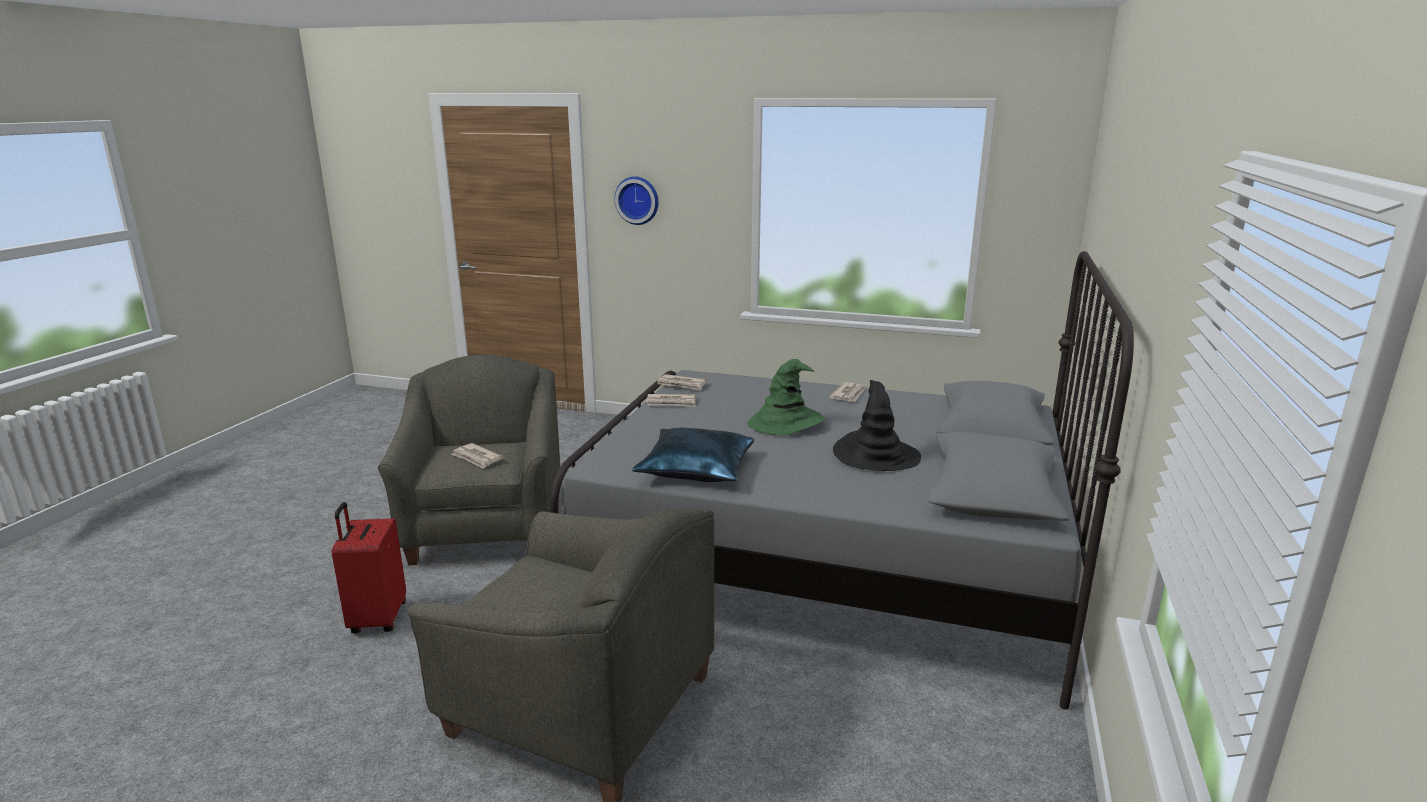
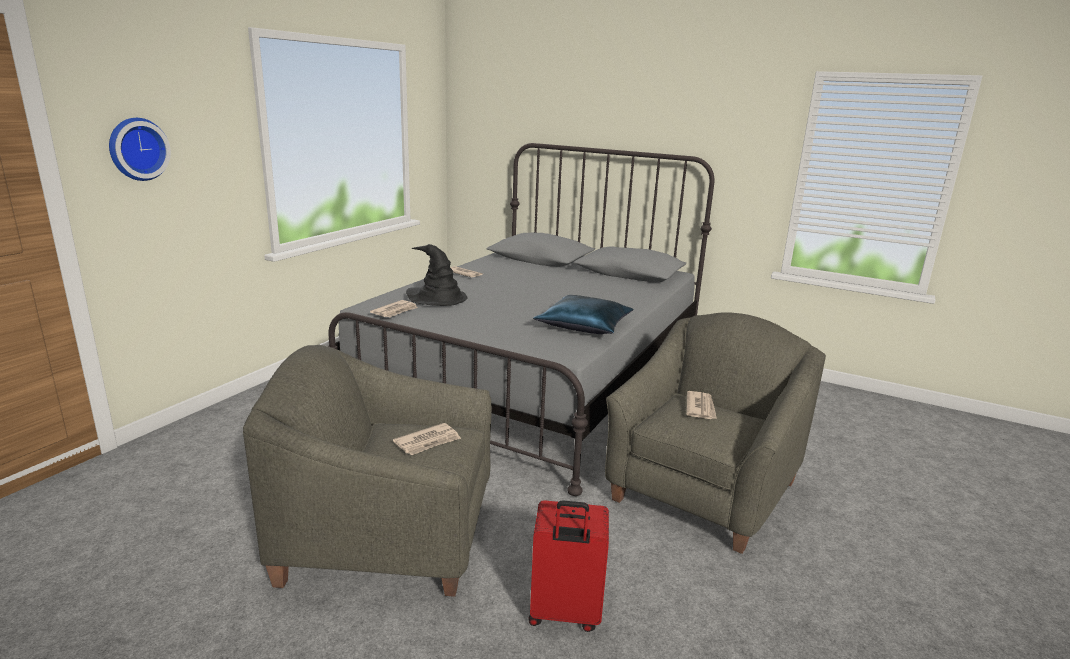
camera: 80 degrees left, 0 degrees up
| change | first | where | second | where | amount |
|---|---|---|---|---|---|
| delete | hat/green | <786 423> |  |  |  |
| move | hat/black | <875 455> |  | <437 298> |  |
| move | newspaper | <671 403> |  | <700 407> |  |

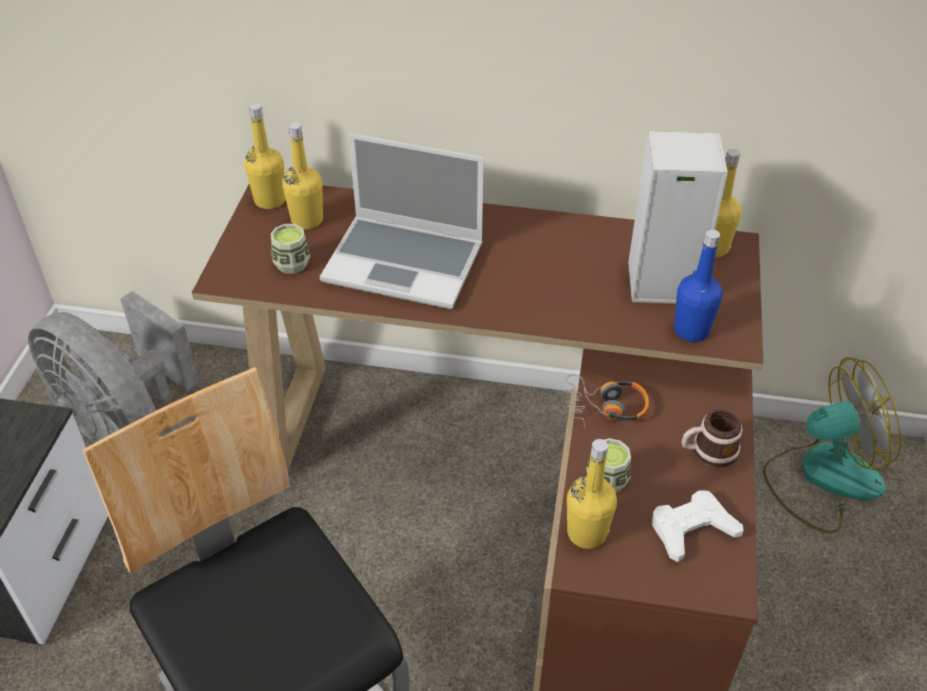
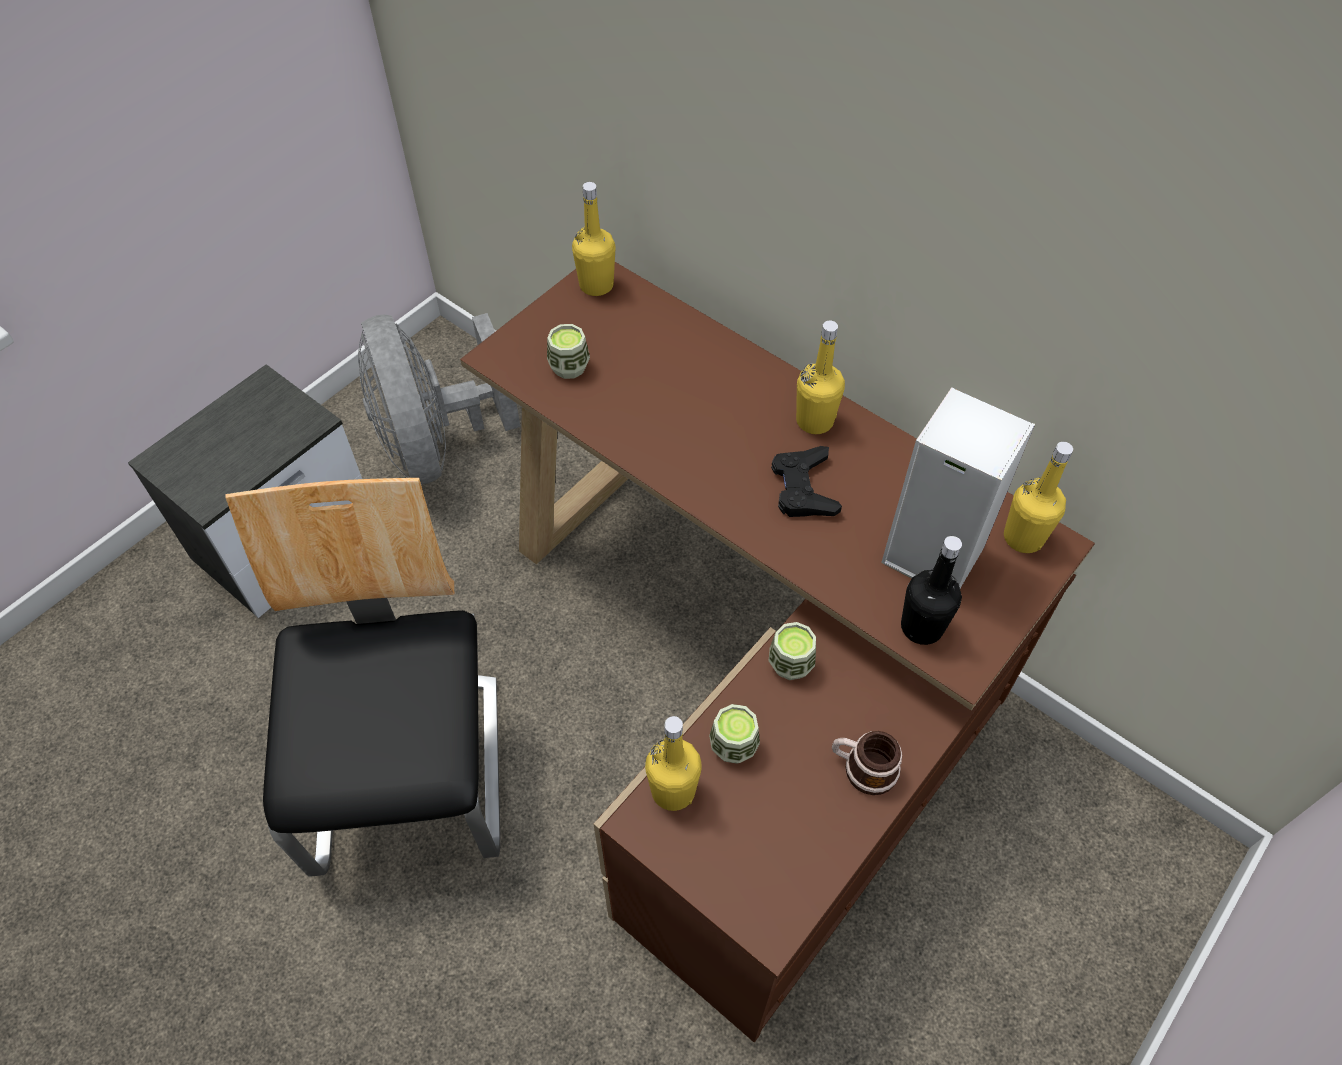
camera: 30 degrees right, 10 degrees up
| change | first | where | second | where | amount |
|---|---|---|---|---|---|
| move | bottle/yellow | <307 220> |  | <814 421> |  |
| delete | laptop | <406 263> |  |  |  |
| recolor | bottle/blue | <691 330> | bottle/black | <921 627> |  |
| delete | fan | <822 477> |  |  |  |
| replace | headphones | <605 407> | cup | <790 663> |  |
| delete | game controller/white | <692 529> |  |  |  |
| insert |  |  | game controller/black | <803 488> |  |

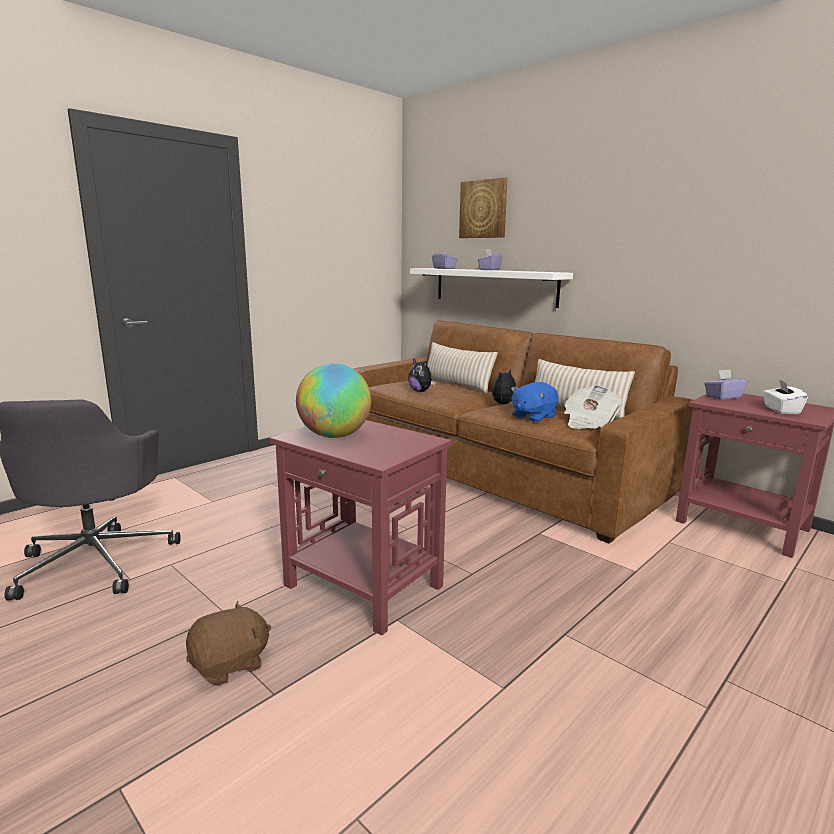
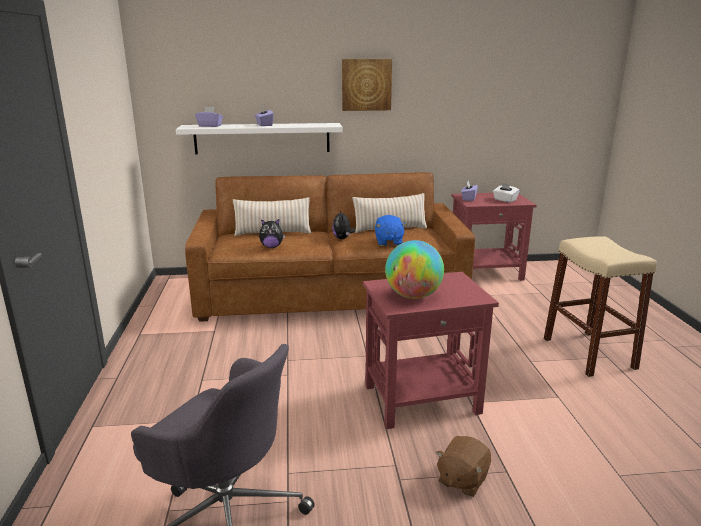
camera: 50 degrees left, 5 degrees up
| change | first | where | second | where | amount |
|---|---|---|---|---|---|
| move | picture | <483 209> |  | <366 84> |  |
| delete | newspaper | <589 423> |  |  |  |
| rotate | plush toy/brown | <230 664> |  | <462 480> | 150 degrees counterclockwise |
| insert |  |  | stool/beige | <588 353> |  |

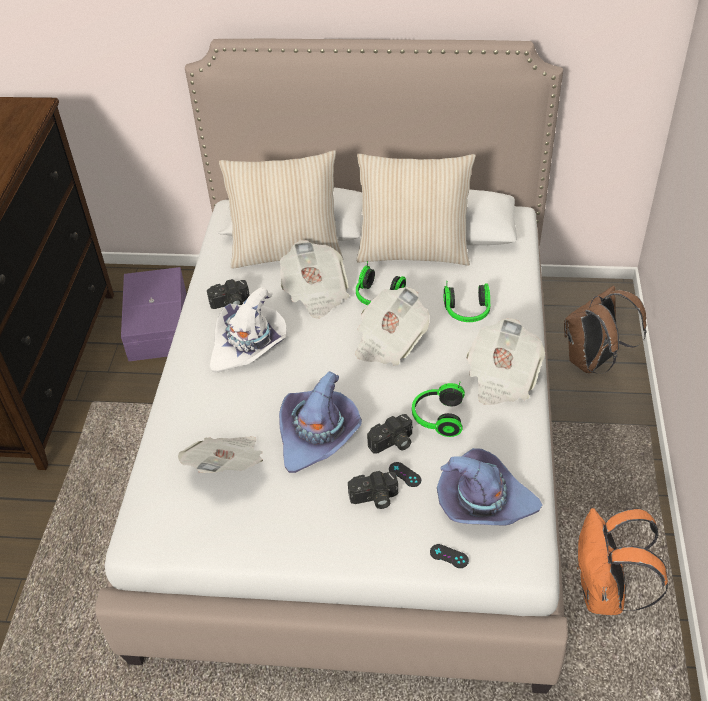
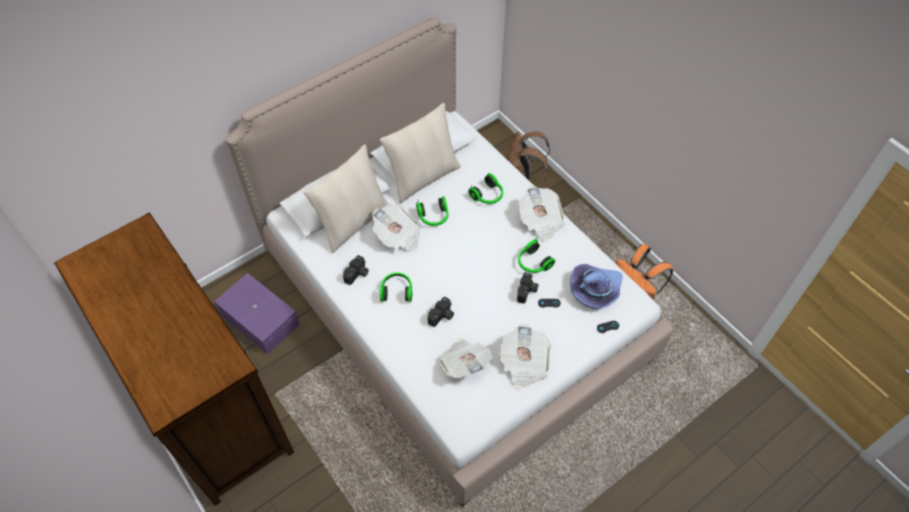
camera: 45 degrees left, 10 degrees up
| change | first | where | second | where | amount |
|---|---|---|---|---|---|
| replace | hat/white | <249 345> | headphones | <397 291> |  |
| move | newspaper | <389 342> |  | <524 364> |  |
| delete | hat/purple | <319 435> |  |  |  |
| move | photo camera | <374 499> |  | <442 316> |  |

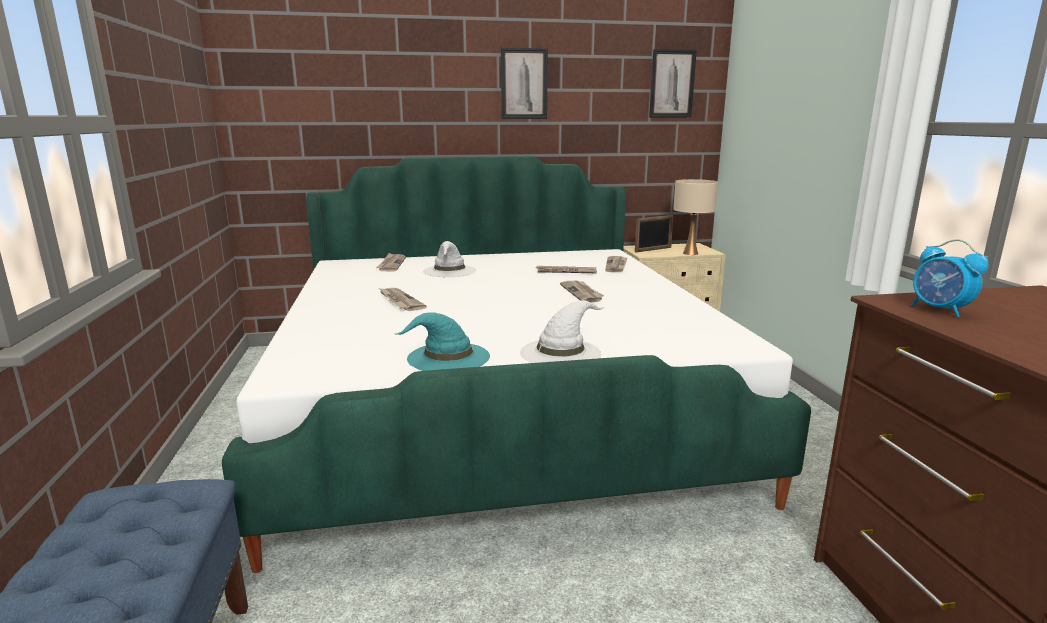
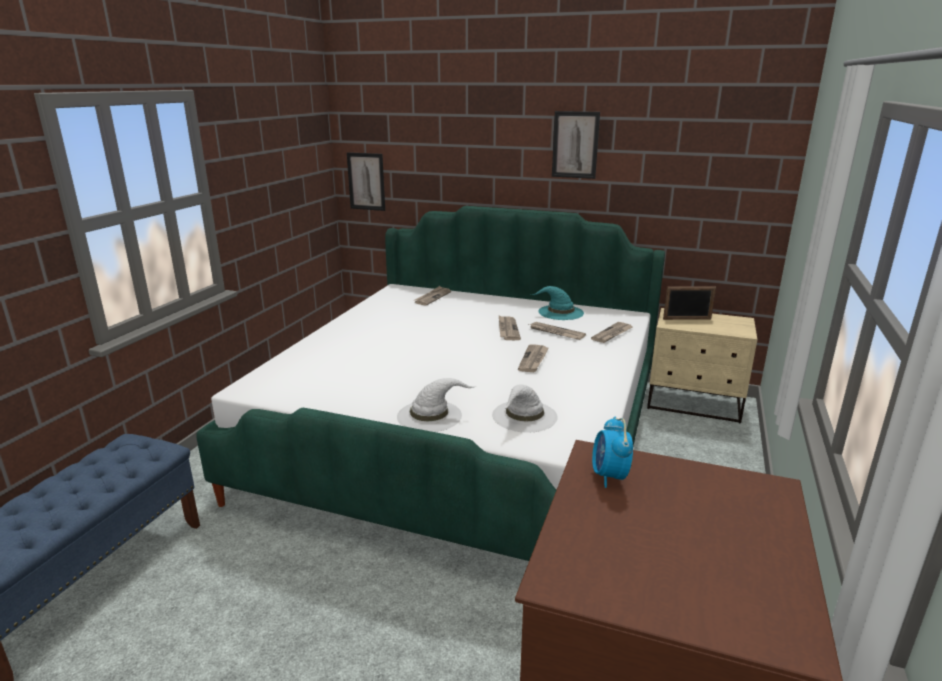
camera: 30 degrees right, 5 degrees up
| change | first | where | second | where | amount |
|---|---|---|---|---|---|
| move | picture | <672 84> |  | <366 181> |  |
| delete | table lamp/beige | <690 253> |  |  |  |
| move | hat/white | <449 271> |  | <524 416> |  |
| move | newspaper | <400 301> |  | <507 329> |  |
| move | hat/turquoise | <447 357> |  | <560 312> |  |

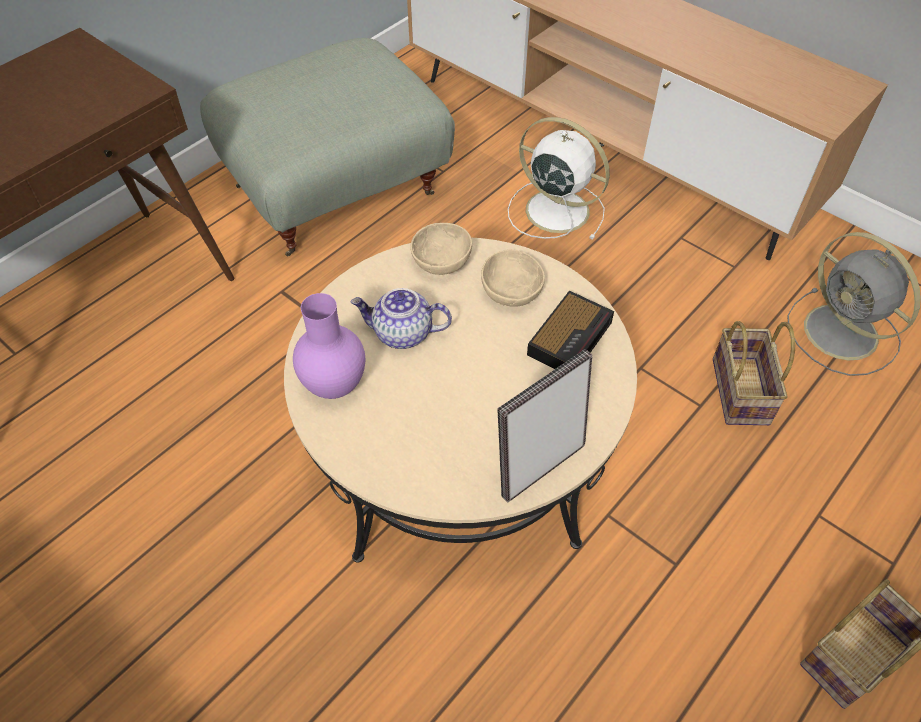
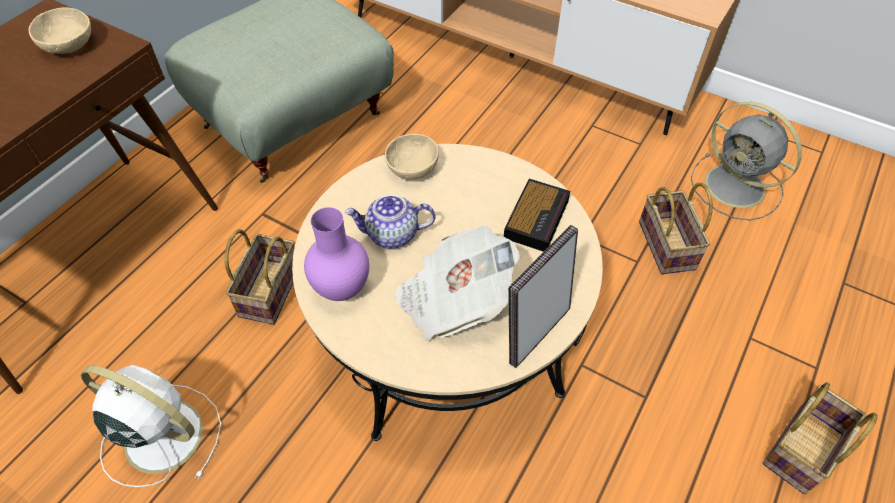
camera: 10 degrees left, 0 degrees up
| change | first | where | second | where | amount |
|---|---|---|---|---|---|
| move | fan/white | <554 210> |  | <160 434> |  |
| move | bowl/beige | <512 292> |  | <70 45> |  |
| insert |  |  | newspaper | <454 299> |  |
| insert |  |  | basket | <269 290> |  |

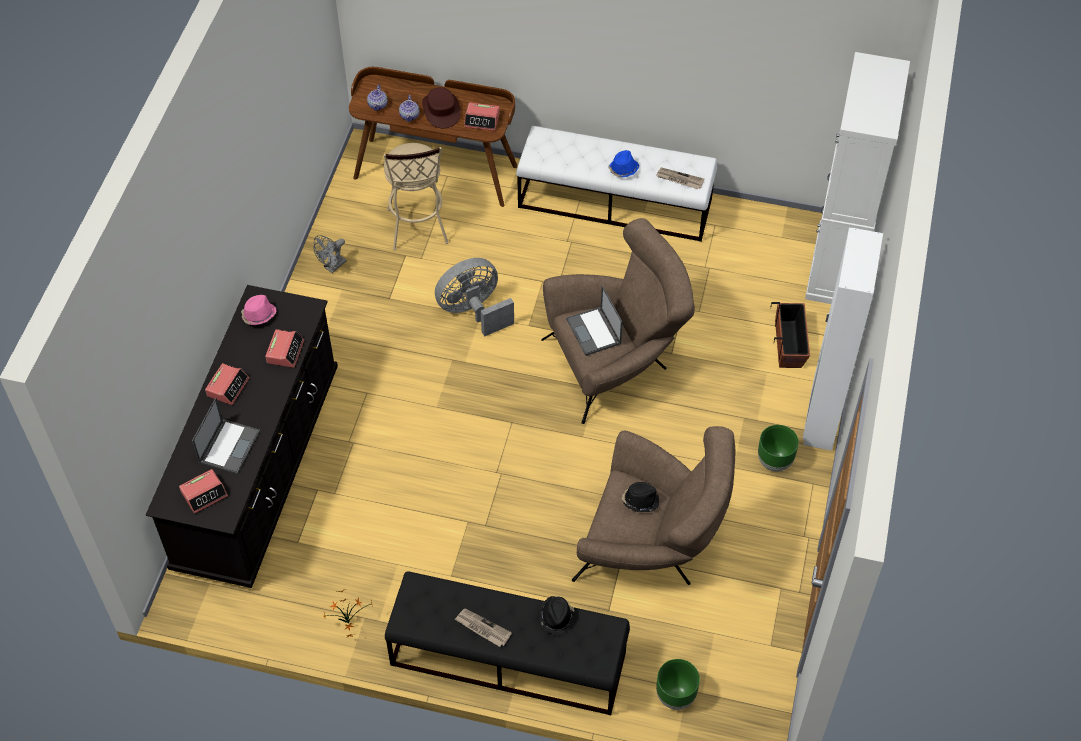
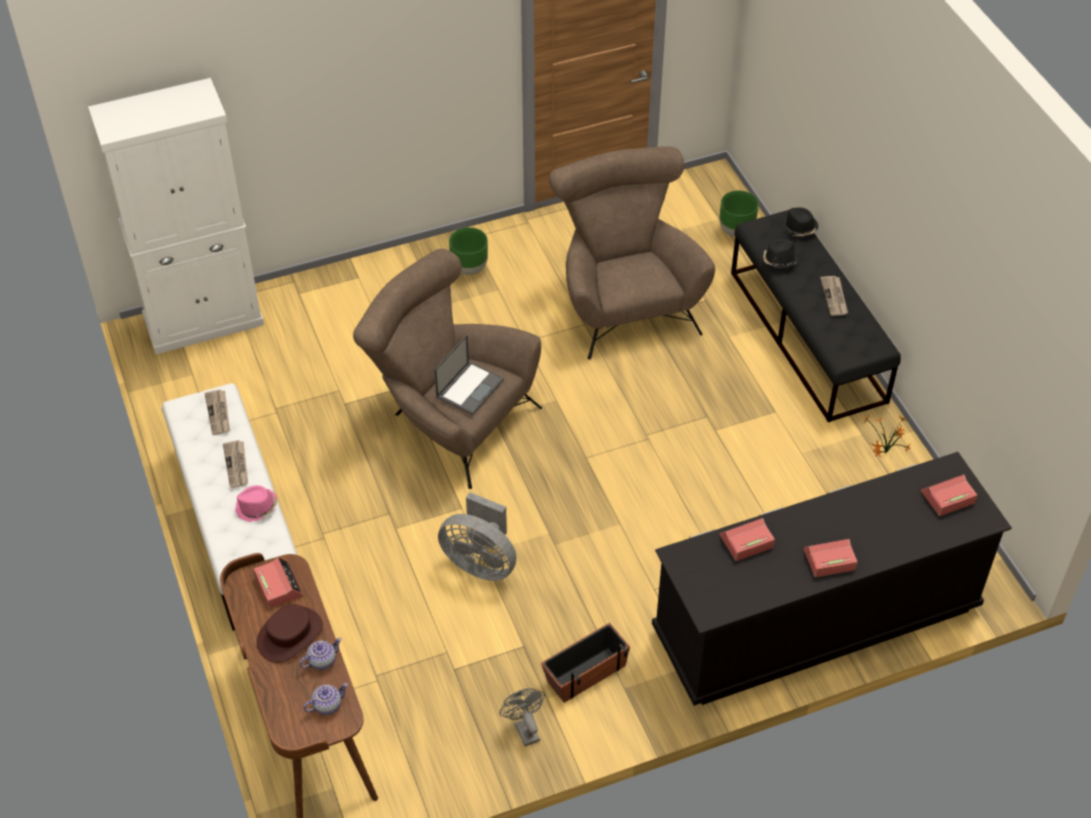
camera: 125 degrees left, 5 degrees down
| change | first | where | second | where | amount |
|---|---|---|---|---|---|
| delete | stool/beige | <418 231> |  |  |  |
| replace | hat/blue | <623 169> | newspaper | <237 465> |  |
| delete | wardrobe/white | <821 418> |  |  |  |
| rotate | fan/grey | <332 267> |  | <524 728> | 120 degrees counterclockwise |
| move | hat/pink | <258 315> |  | <256 507> |  |
| move | planter | <789 344> |  | <585 673> |  |
| delete | laptop | <229 446> |  |  |  |
| rotate | alarm clock | <204 494> |  | <947 497> | 45 degrees counterclockwise |
| move | hat/black | <640 500> |  | <799 228> |  |

